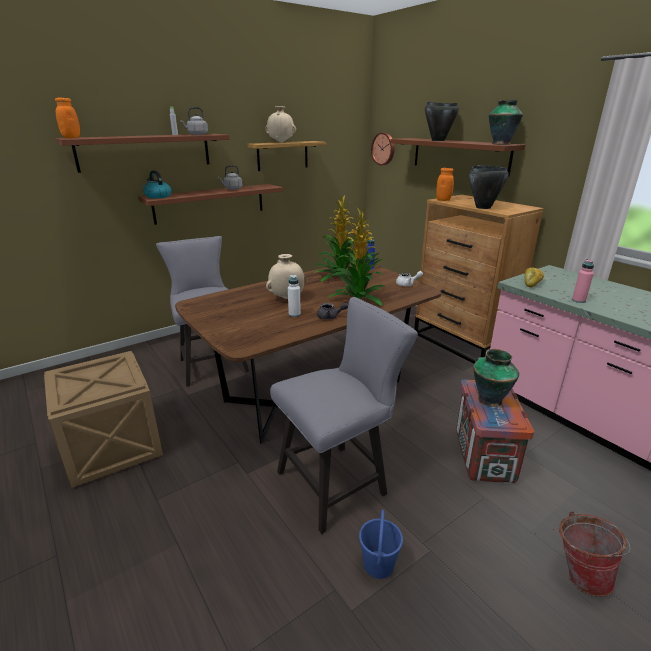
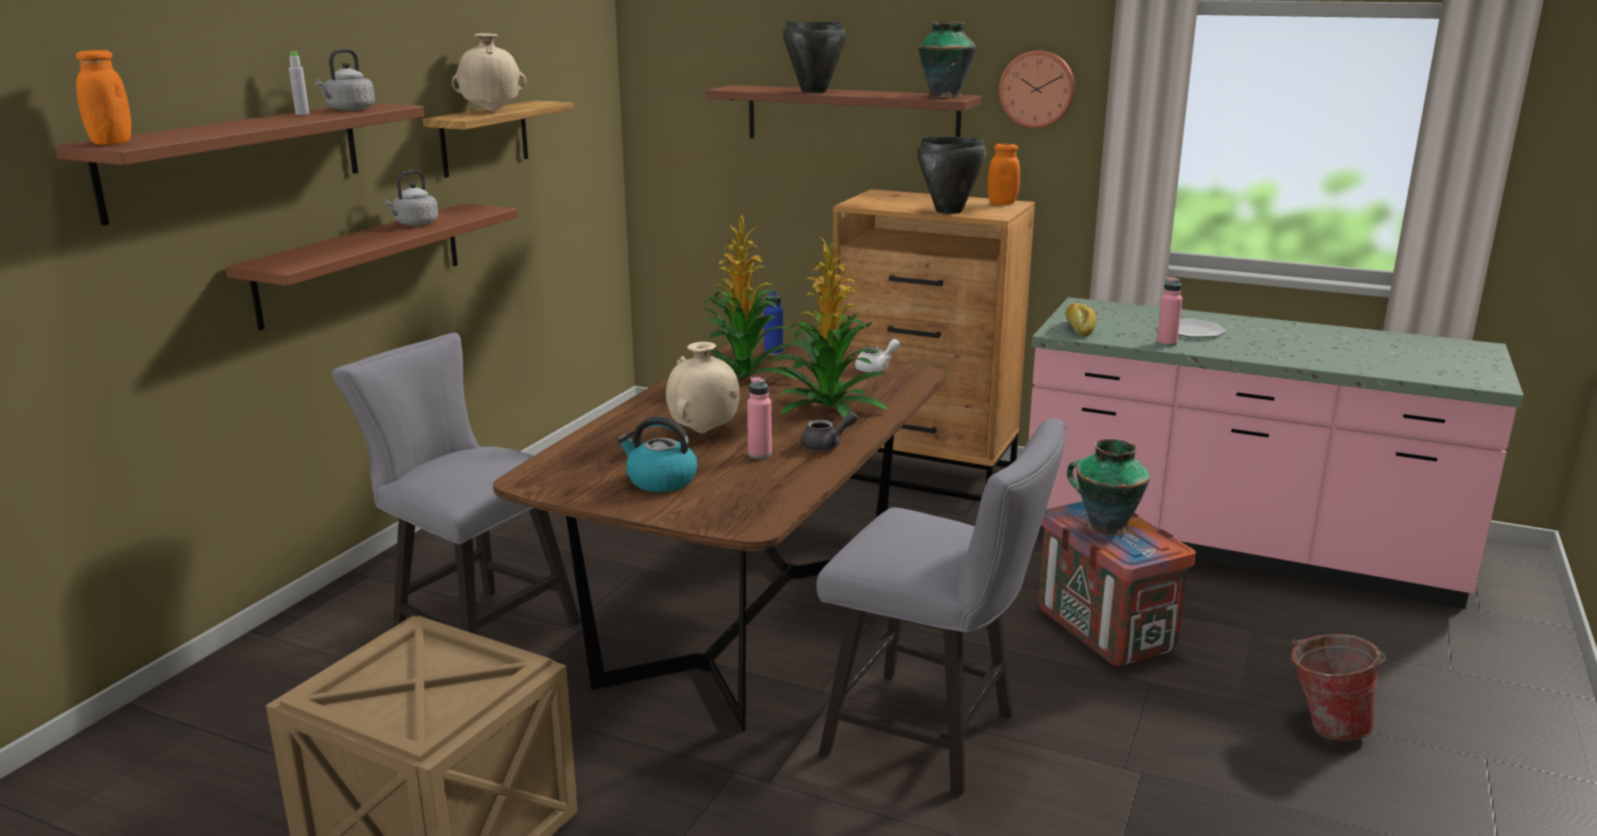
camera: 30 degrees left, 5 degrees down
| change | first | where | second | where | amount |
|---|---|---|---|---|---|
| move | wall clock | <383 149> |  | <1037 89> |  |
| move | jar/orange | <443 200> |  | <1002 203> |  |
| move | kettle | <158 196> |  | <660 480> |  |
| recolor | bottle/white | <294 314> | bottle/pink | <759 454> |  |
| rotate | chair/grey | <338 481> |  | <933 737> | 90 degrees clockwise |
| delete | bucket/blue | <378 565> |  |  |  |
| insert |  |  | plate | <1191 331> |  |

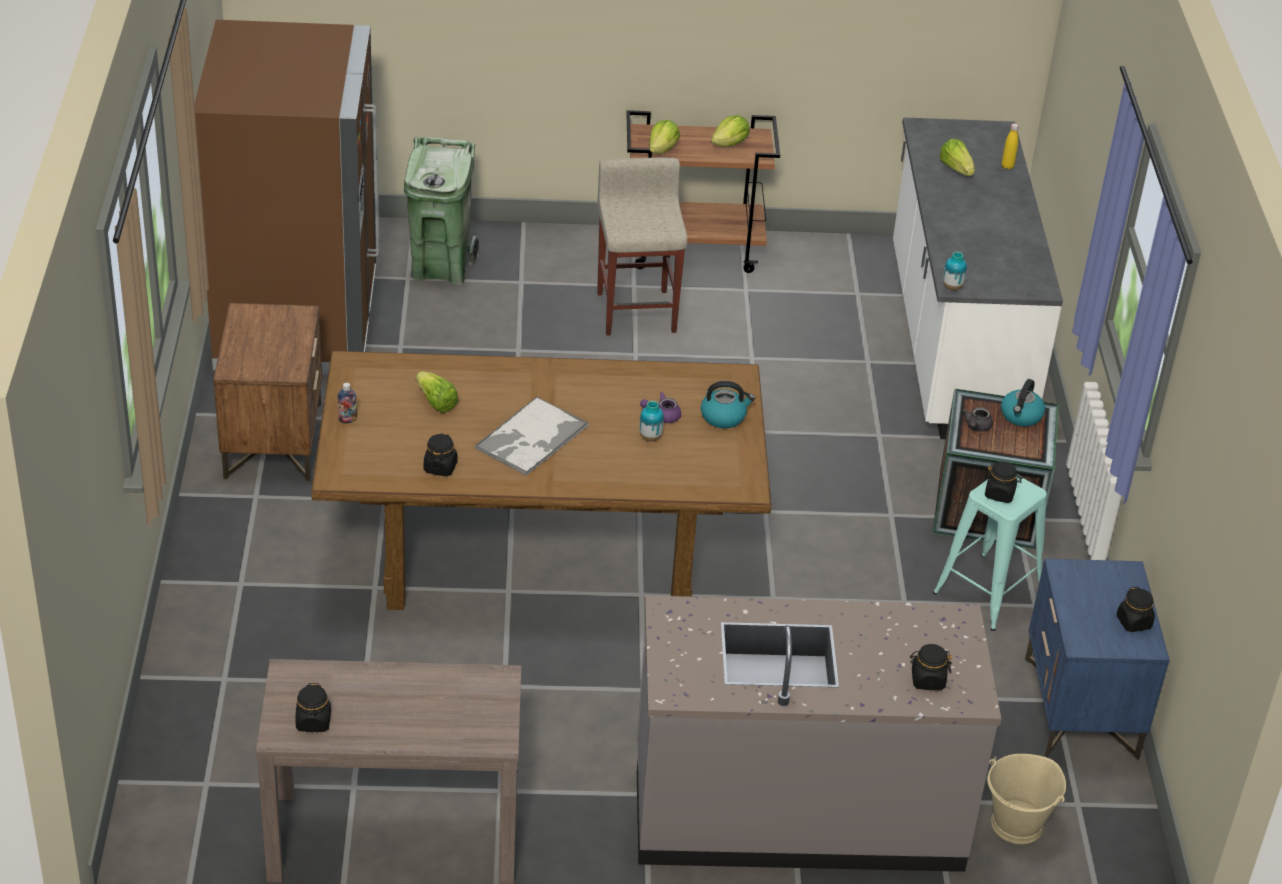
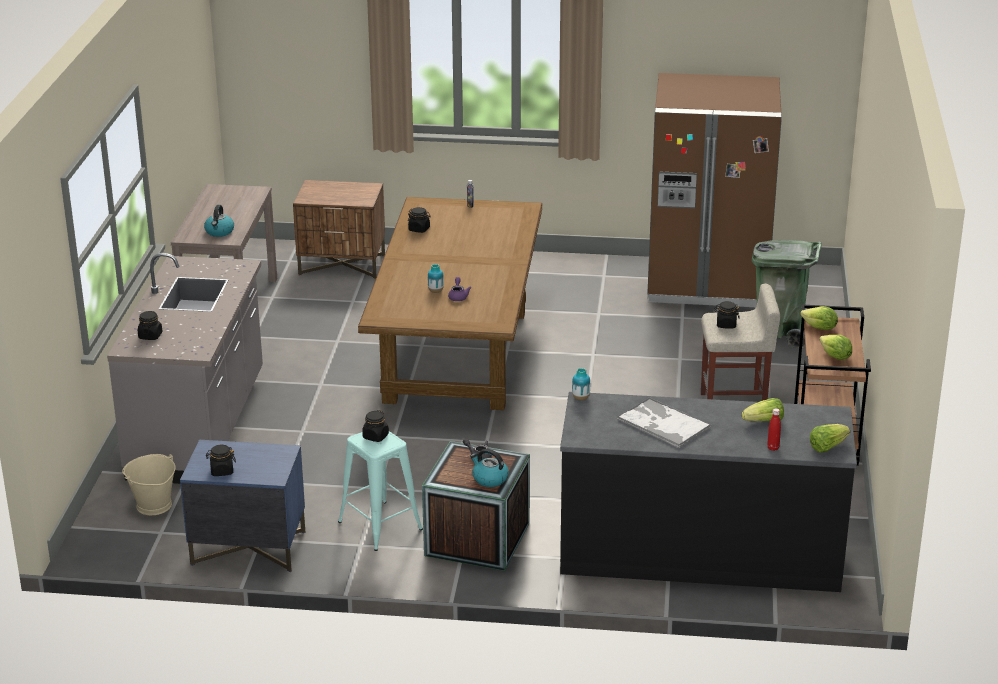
camera: 100 degrees right, 10 degrees down
| change | first | where | second | where | amount |
|---|---|---|---|---|---|
| recolor | counter/white | <954 343> | counter/black | <700 553> |  |
| recolor | bottle/yellow | <1007 166> | bottle/red | <773 448> |  |
| move | nightstand/brown | <273 440> |  | <342 265> |  |
| move | lettuce | <436 402> |  | <827 446> |  |
| move | kettle | <724 417> |  | <219 232> |  |
| move | tray | <531 438> |  | <663 423> |  |
| move | jar/black | <313 722> |  | <726 325> |  |

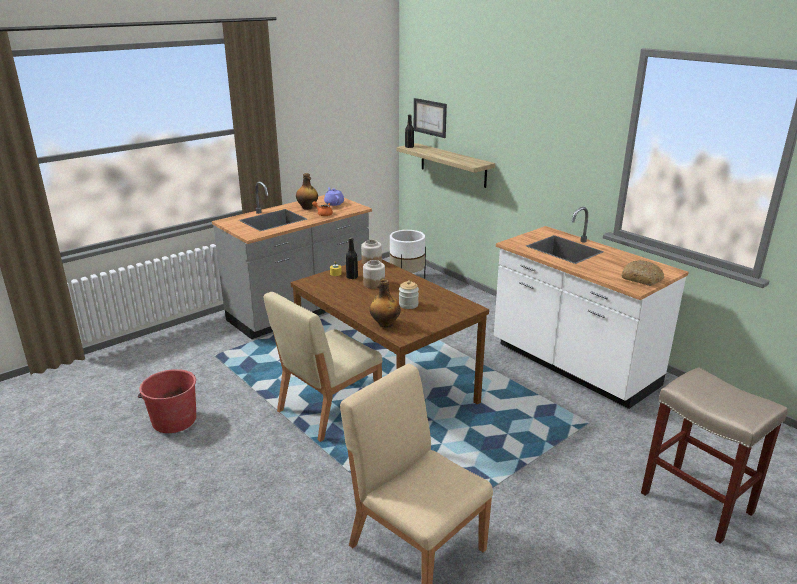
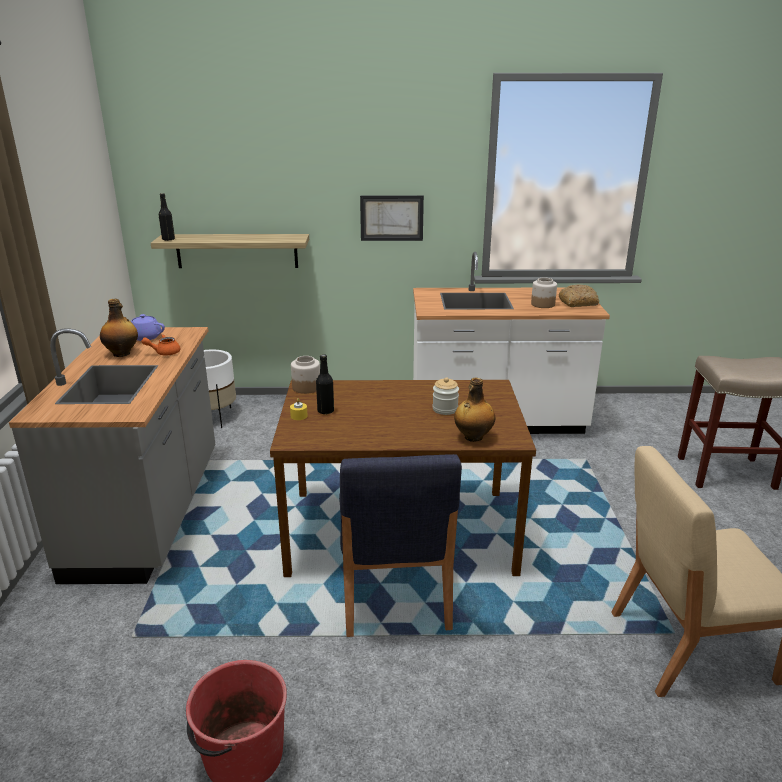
camera: 50 degrees left, 0 degrees up
| change | first | where | second | where | amount |
|---|---|---|---|---|---|
| move | picture | <430 117> |  | <391 218> |  |
| move | jar | <374 284> |  | <542 304> |  |
| recolor | chair/beige | <328 409> | chair/blue | <394 594> |  |

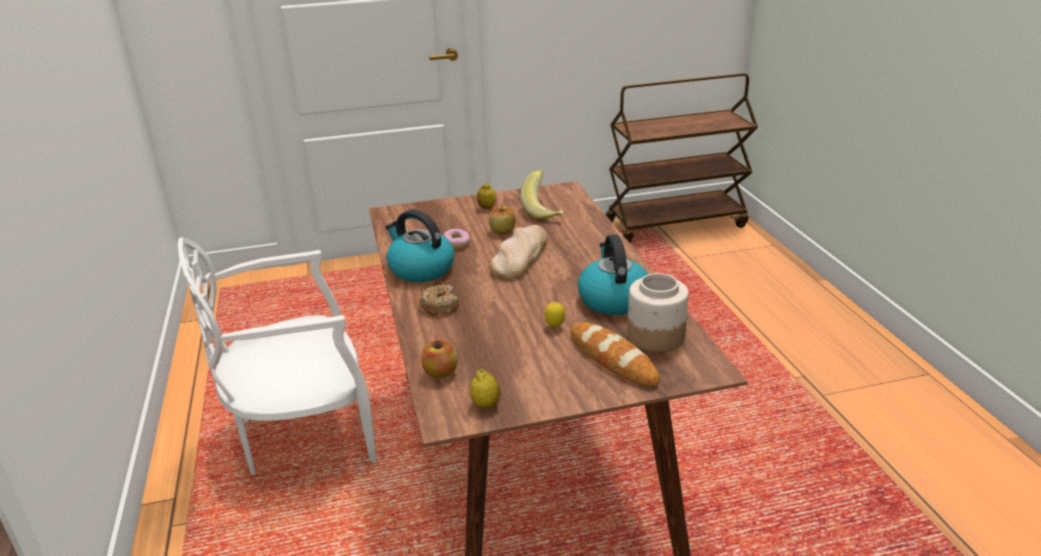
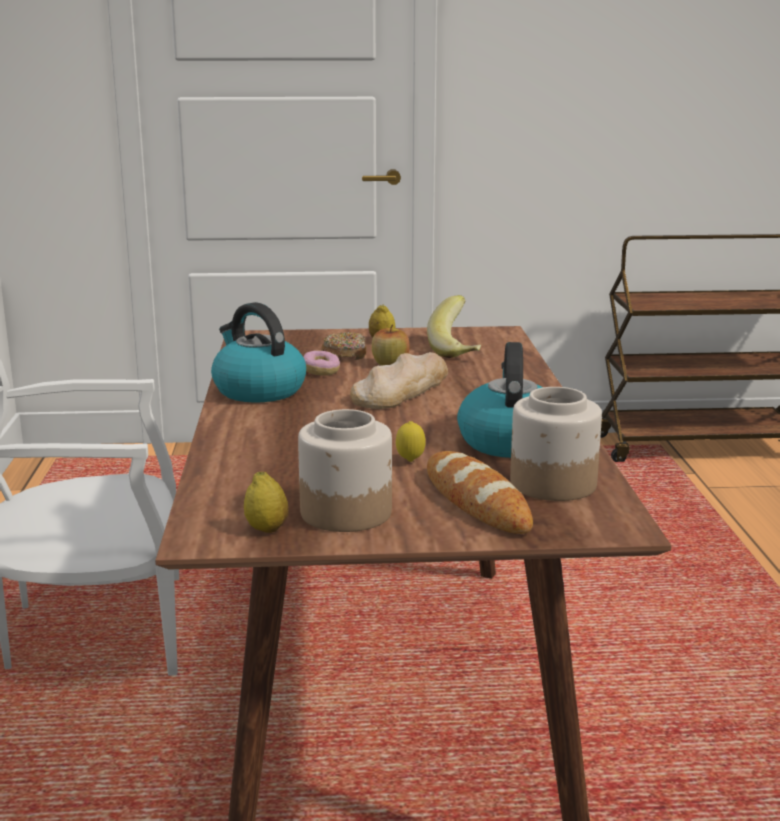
camera: 10 degrees right, 10 degrees down
| change | first | where | second | where | amount |
|---|---|---|---|---|---|
| move | donut | <440 306> |  | <345 354> |  |
| delete | apple | <440 373> |  |  |  |
| insert |  |  | jar | <347 512> |  |

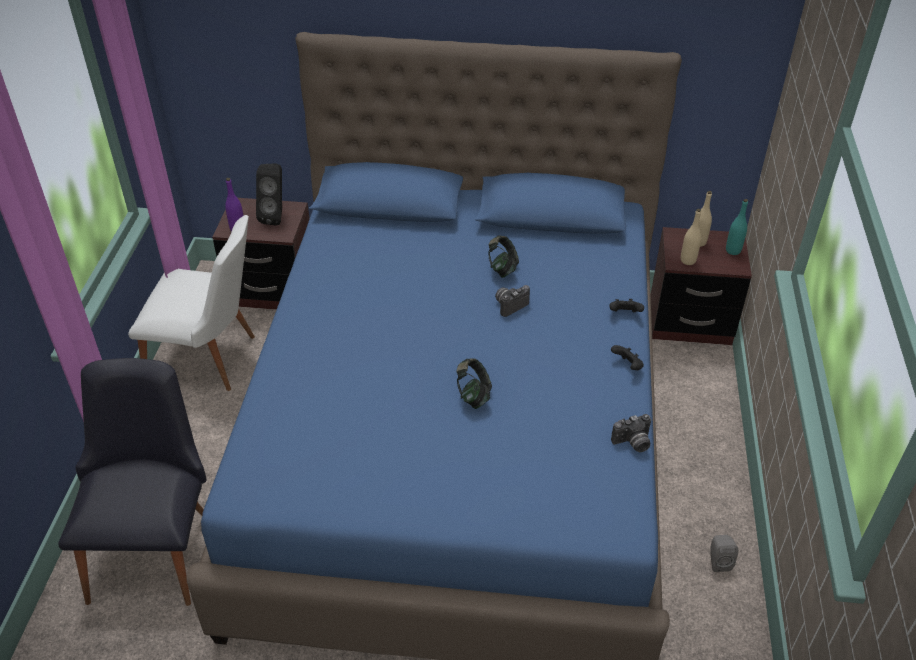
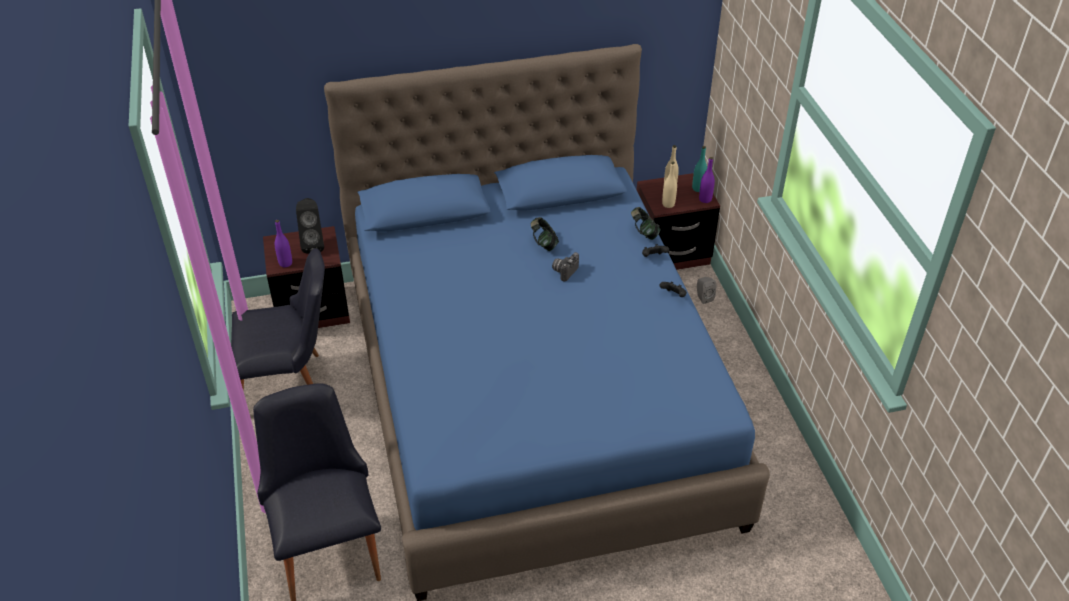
camera: 20 degrees left, 0 degrees up
| change | first | where | second | where | amount |
|---|---|---|---|---|---|
| recolor | chair/white | <211 360> | chair/black | <290 384> |  |
| move | headphones | <473 395> |  | <644 233> |  |
| delete | photo camera | <632 443> |  |  |  |
| move | speaker/grey | <718 561> |  | <703 297> |  |
| insert |  |  | bottle/purple | <705 199> |  |

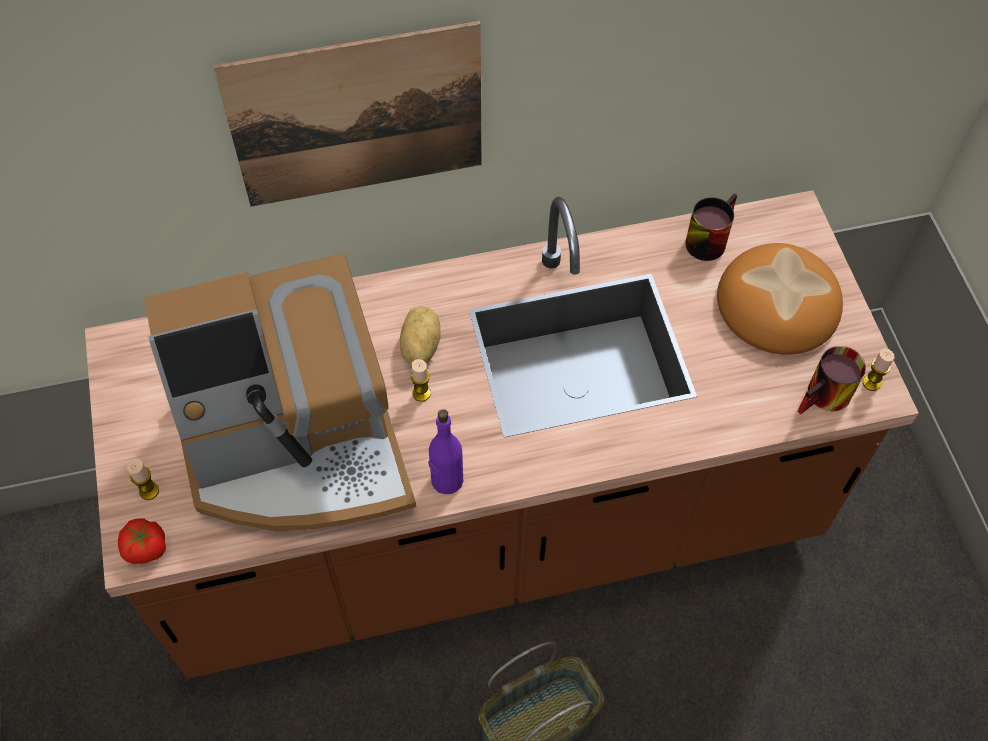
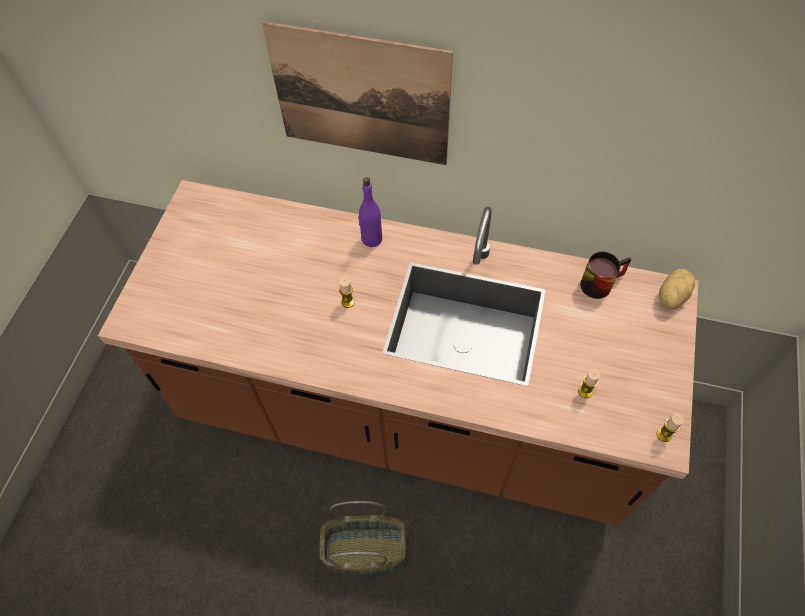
camera: 30 degrees right, 0 degrees up
| change | first | where | second | where | amount |
|---|---|---|---|---|---|
| delete | bread | <776 303> |  |  |  |
| delete | coffee machine | <297 449> |  |  |  |
| move | potato | <419 347> |  | <670 296> |  |
| delete | mug | <826 399> |  |  |  |
| move | bottle/purple | <446 480> |  | <371 239> |  |
| move | candle | <149 491> |  | <585 391> |  |
| delete | tomato | <145 548> |  |  |  |

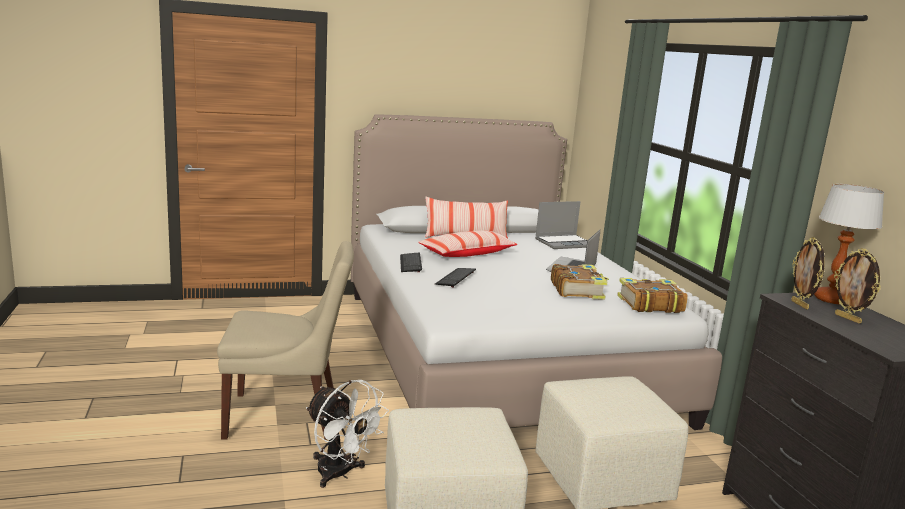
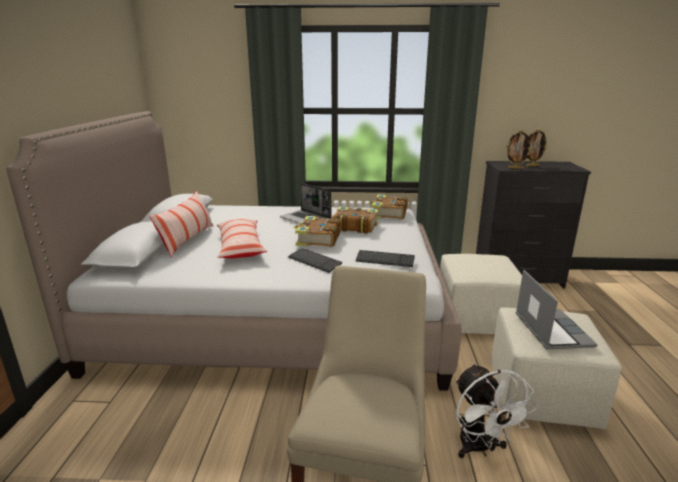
camera: 70 degrees left, 5 degrees up
| change | first | where | second | where | amount |
|---|---|---|---|---|---|
| delete | table lamp | <831 299> |  |  |  |
| move | laptop | <564 243> |  | <551 330> |  |
| move | keyboard | <410 263> |  | <385 260> |  |
| rotate | fan/white | <340 474> |  | <480 448> | 105 degrees clockwise |
| insert |  |  | book | <318 239> |  |

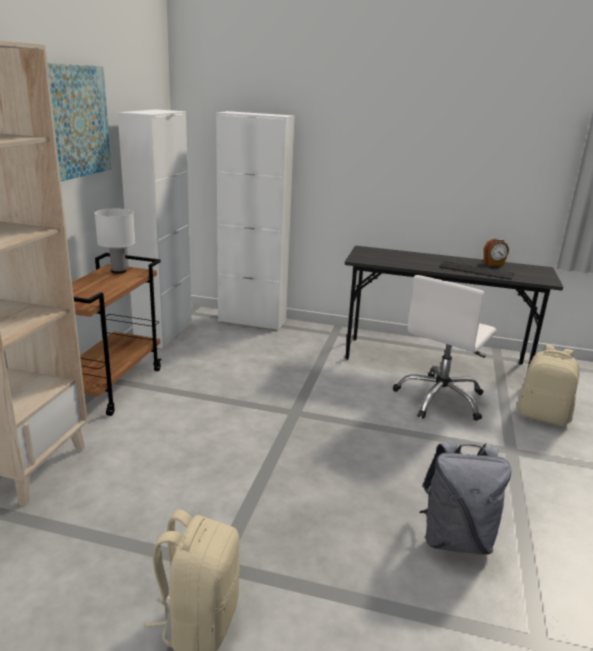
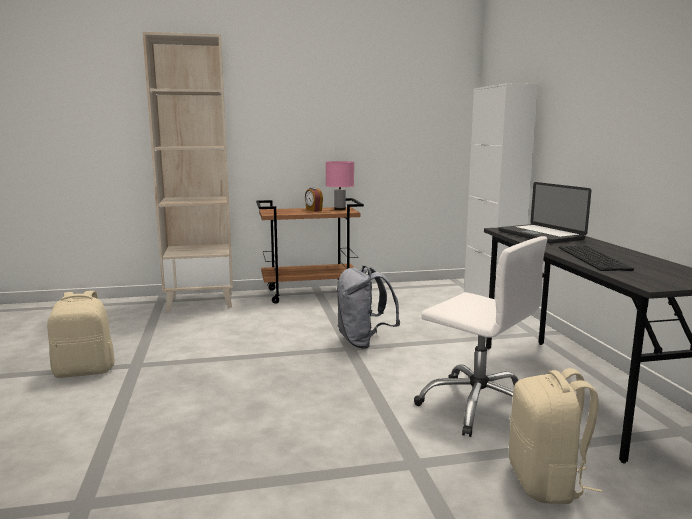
camera: 65 degrees right, 10 degrees down
| change | first | where | second | where | amount |
|---|---|---|---|---|---|
| delete | picture | <73 121> |  |  |  |
| delete | cabinet/white | <164 333> |  |  |  |
| recolor | table lamp/white | <119 271> | table lamp/pink | <339 209> |  |
| move | alarm clock | <493 264> |  | <313 210> |  |
| rotate | office chair/white | <440 399> |  | <478 406> | 150 degrees counterclockwise |
| move | backpack/grey | <455 539> |  | <363 342> |  |
| insert |  |  | laptop | <540 235> |  |

